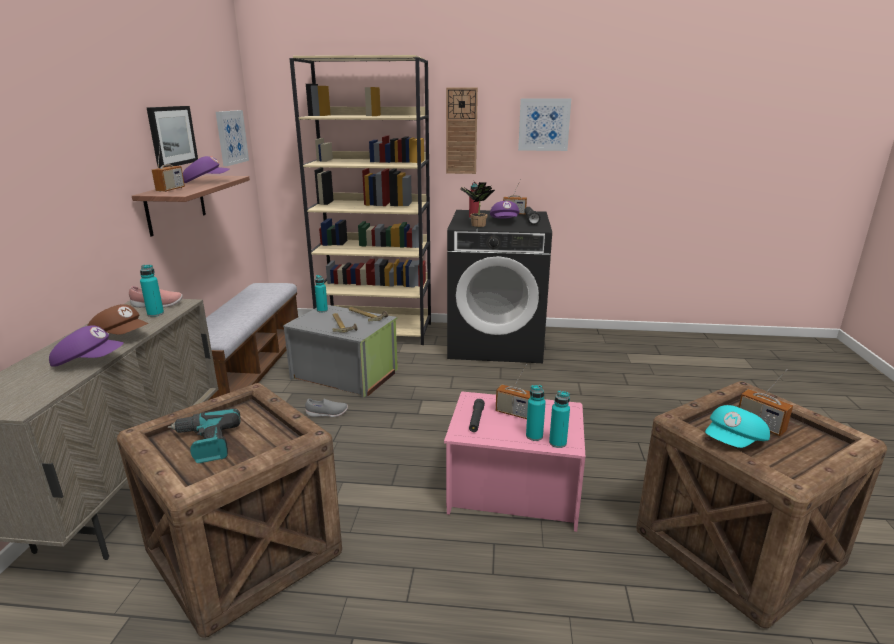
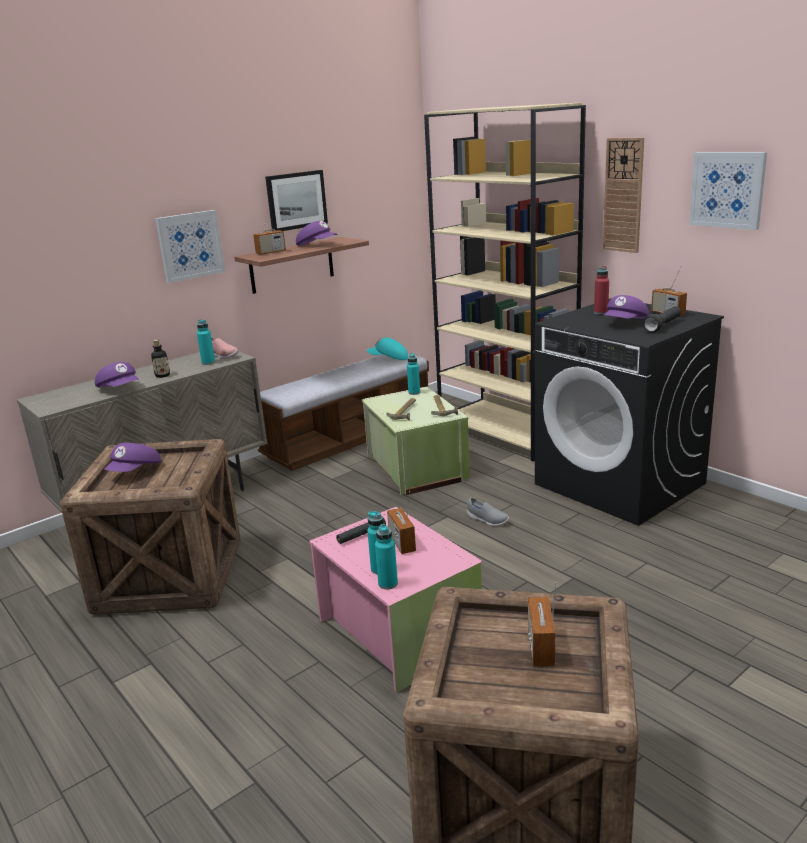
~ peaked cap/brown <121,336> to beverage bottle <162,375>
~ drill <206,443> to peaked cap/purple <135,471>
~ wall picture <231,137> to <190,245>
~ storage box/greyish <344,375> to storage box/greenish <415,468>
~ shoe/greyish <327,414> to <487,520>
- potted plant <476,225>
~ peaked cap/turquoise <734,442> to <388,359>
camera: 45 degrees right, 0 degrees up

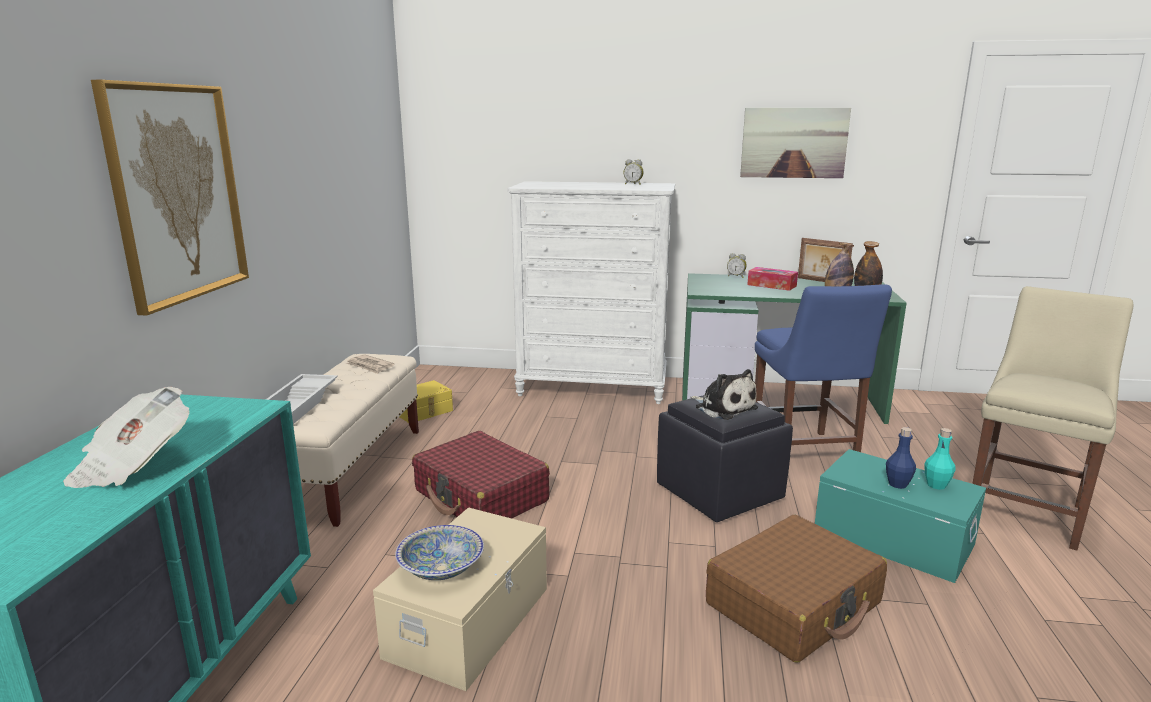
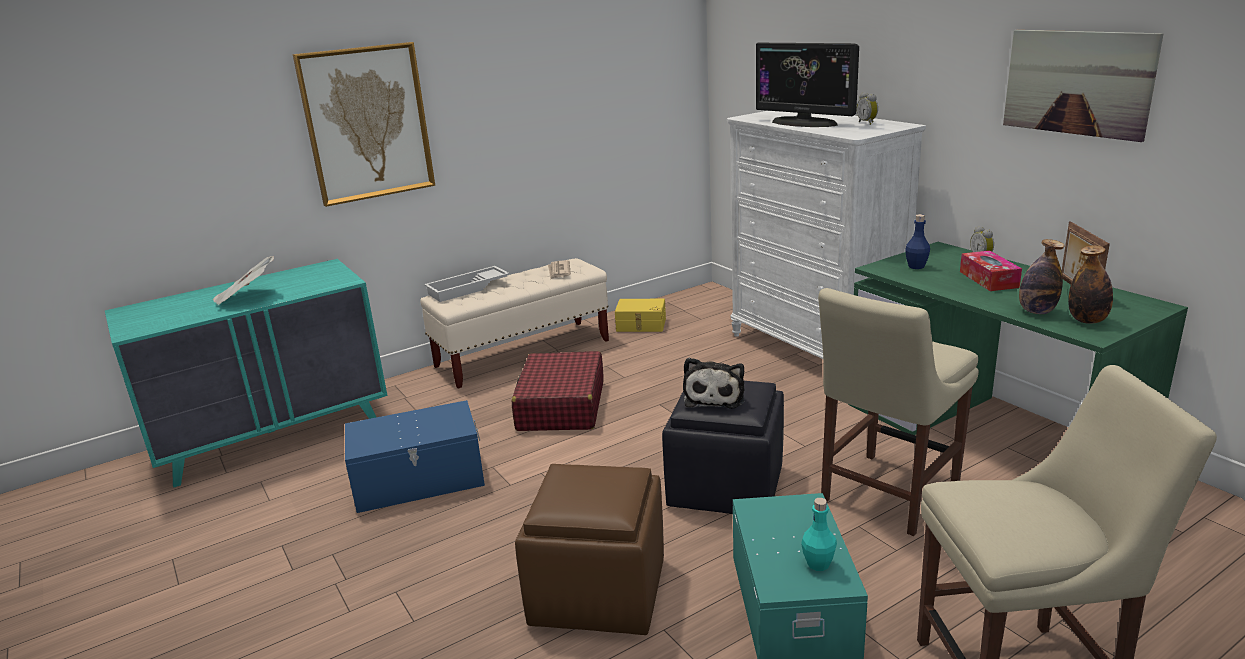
~ storage box/beige <471,621> to storage box/blue <419,480>
- serving bowl <441,568>
~ suitcase/brown <794,604> to footrest/brown <600,591>
~ plain chair/blue <804,454> to plain chair/beige <885,495>
~ beverage bottle/blue <897,484> to <916,266>
+ computer screen <804,123>
camera: 50 degrees right, 5 degrees up

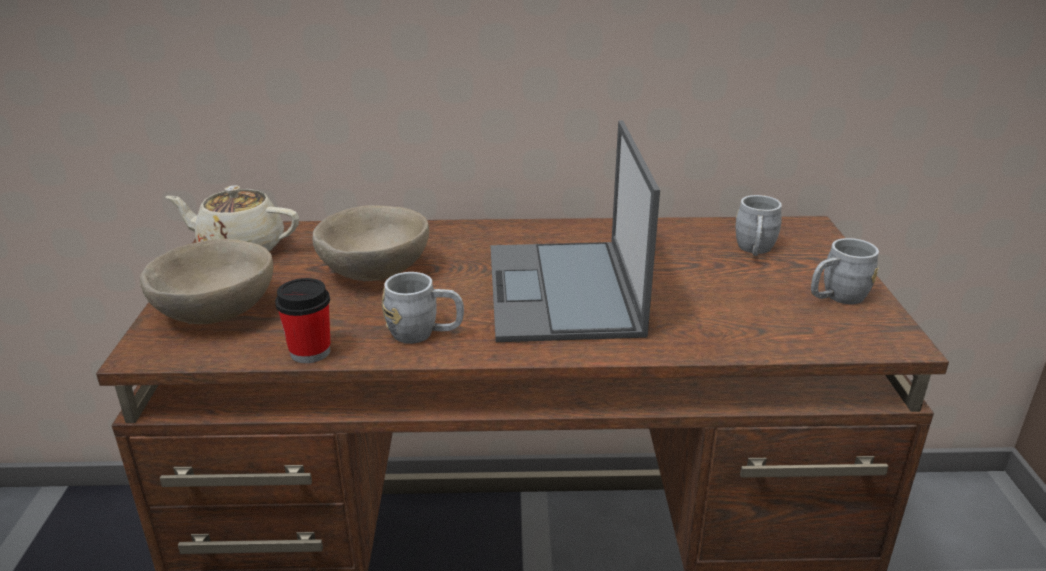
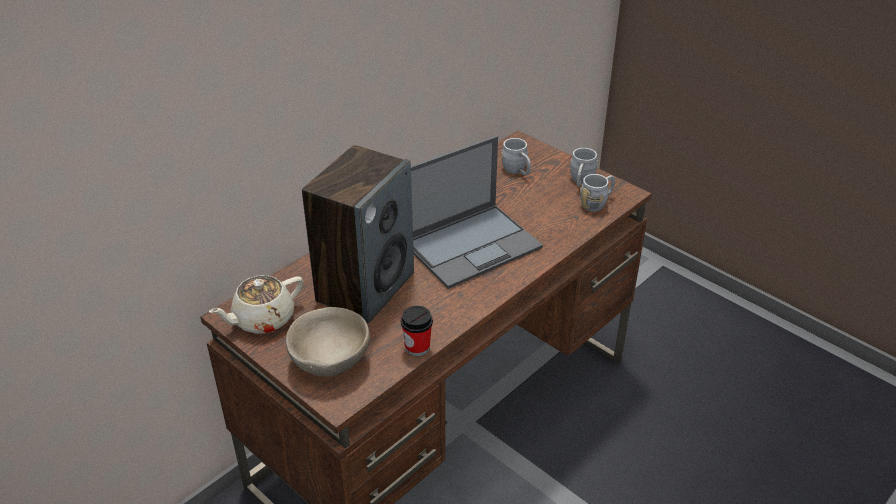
~ serving bowl/beige <375,271> to loudspeaker <365,287>
~ mug/greyish <424,334> to <597,203>
~ notebook computer <563,291> = <472,244> 75 degrees counterclockwise
camera: 45 degrees left, 10 degrees up

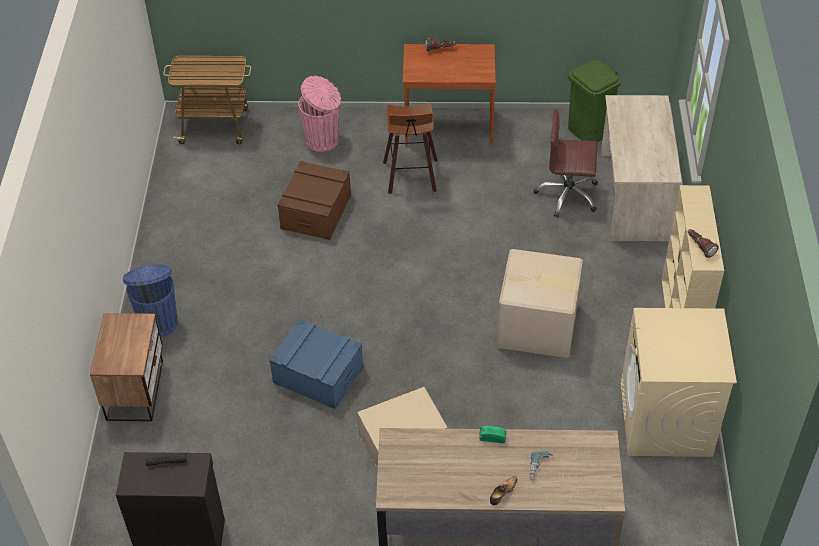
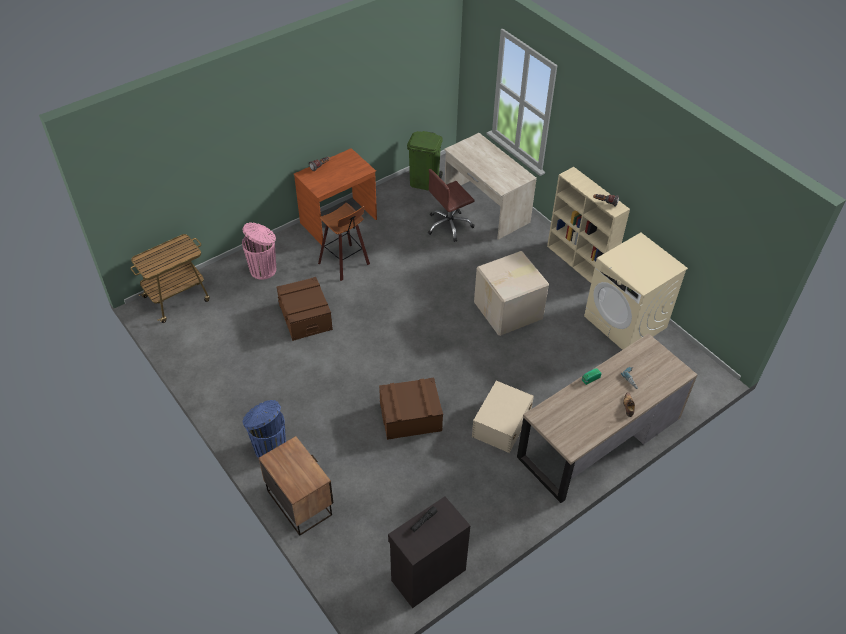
~ storage box/blue <318,375> to storage box/brown <410,417>
camera: 40 degrees left, 0 degrees up

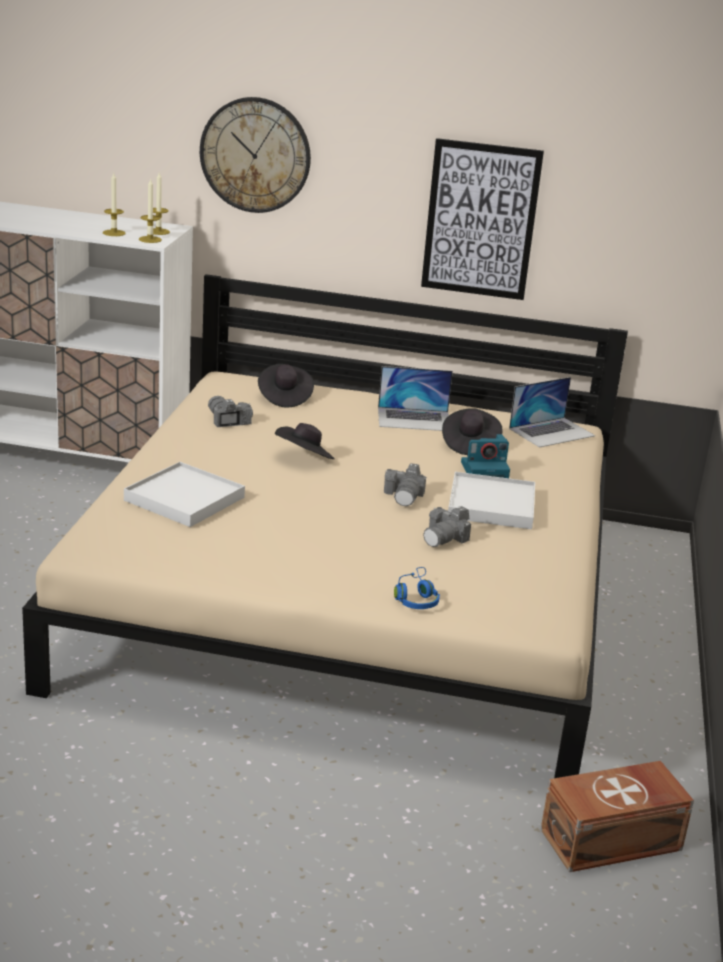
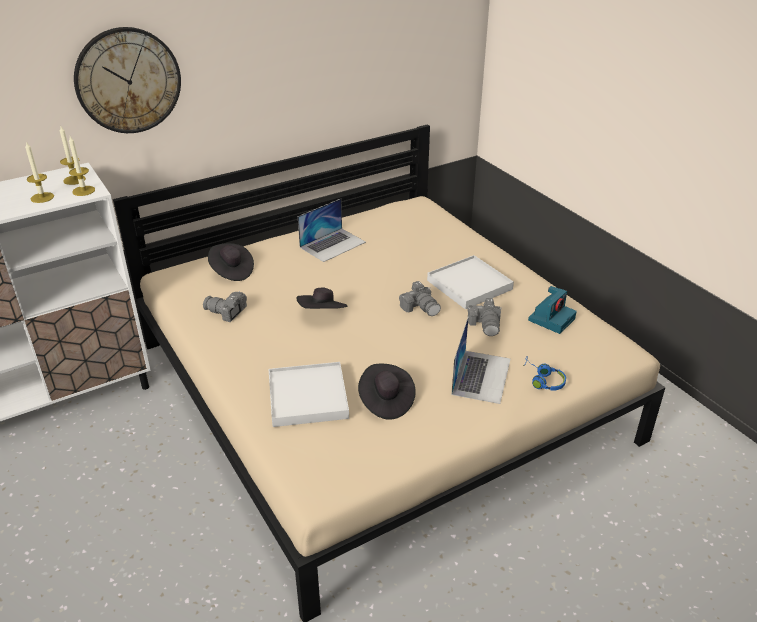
- wall picture <480,220>
~ hat/blackish <469,444> to <385,401>
~ photo camera <485,470> to <551,319>
~ notebook computer <552,432> to <481,376>
- storage box/brown <613,840>
camera: 40 degrees left, 10 degrees up

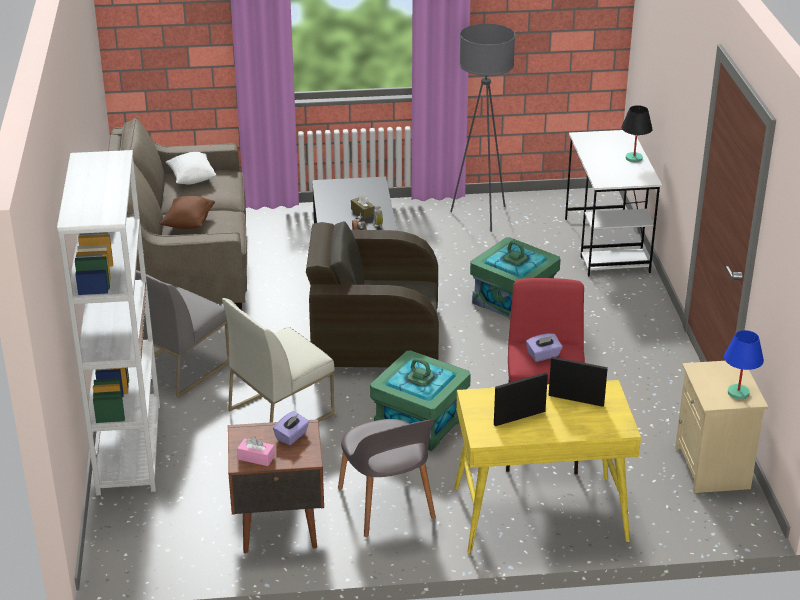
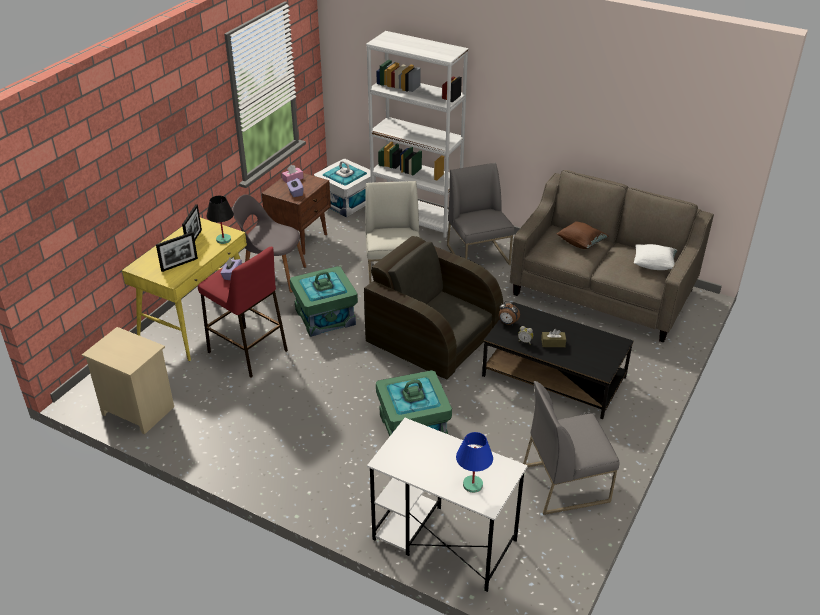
~ armchair/brown <375,338> = <433,338> 90 degrees counterclockwise
~ standard lamp/greyish <481,216> to plain chair/greyish <566,483>
~ lamp for a table/blackish <633,158> to <224,239>
~ lamp for a table/blue <738,393> to <472,485>
+ storage box/whitish <346,202>
camera: 125 degrees right, 5 degrees up

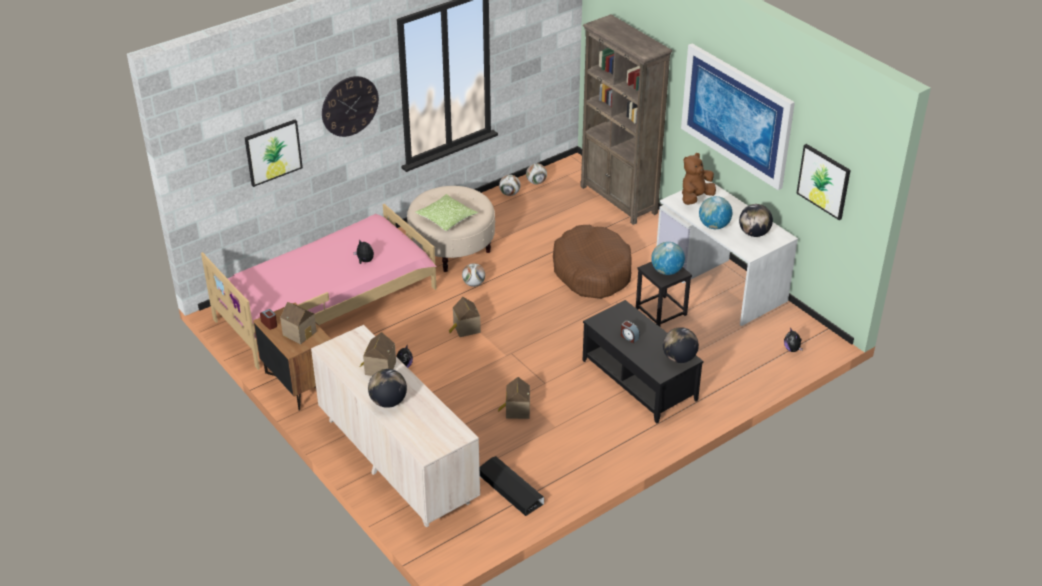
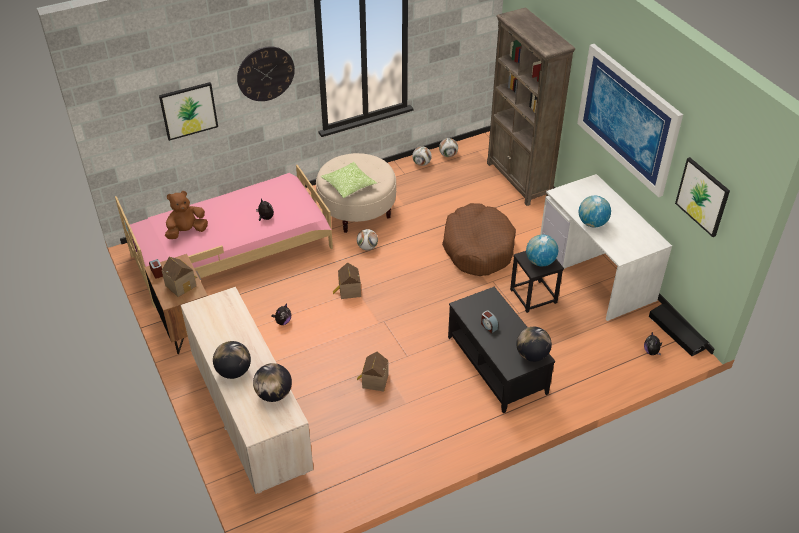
- model house <378,368>
~ storage box/blackish <510,489> to <677,332>
~ soft toy/brown <695,198> to <186,231>
~ world globe <754,233> to <274,394>
camera: 10 degrees right, 5 degrees up

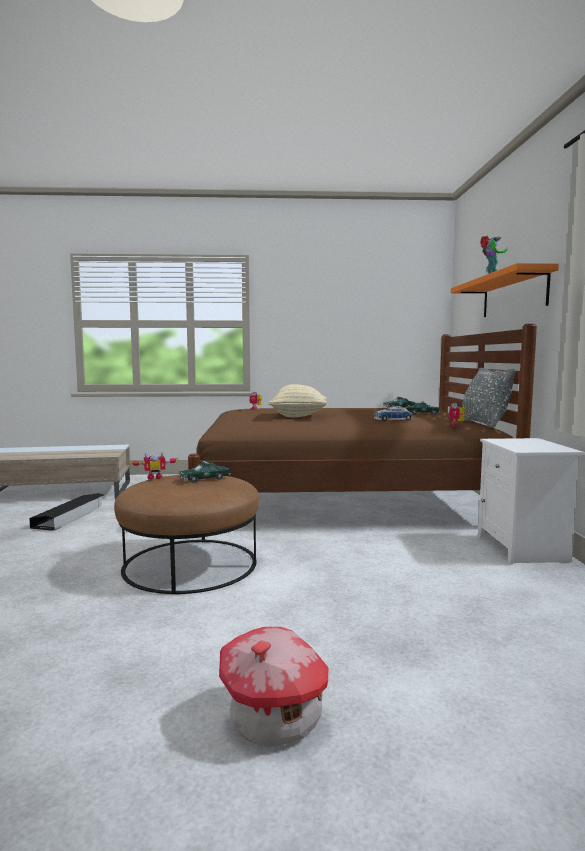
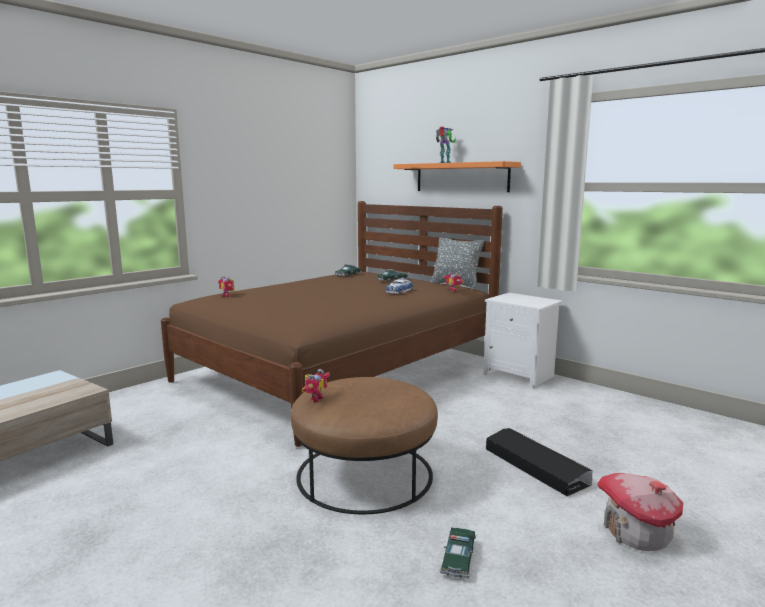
~ storage box/blackish <70,516> to <535,466>
~ miniature car <204,479> to <458,558>
- cushion/beige <298,416>
camera: 45 degrees left, 5 degrees up

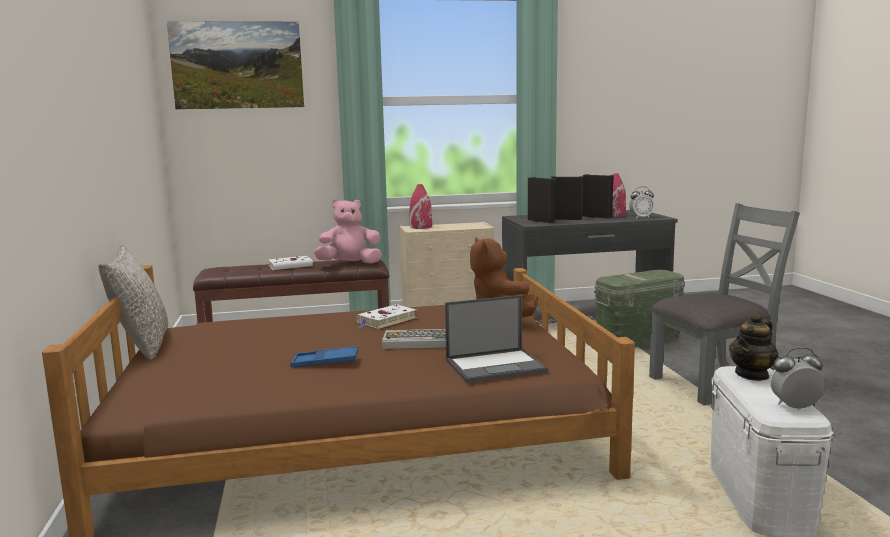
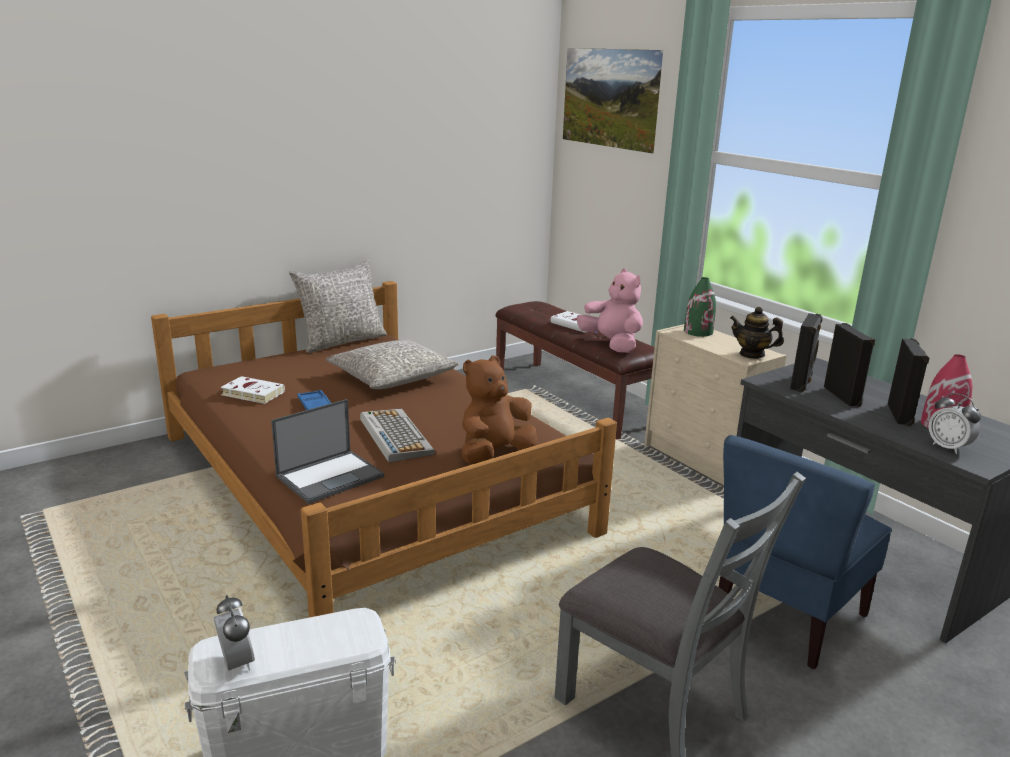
~ book/whitish <386,321> to <251,393>
~ vase/red-coloured <421,227> to vase/greenish <698,332>
~ notebook computer <496,366> = <331,476> 90 degrees counterclockwise
~ storage box/greenish <637,340> to plain chair/blue <787,616>
~ pot for tea <752,375> to <752,354>
+ cushion/greyish <392,377>
camera: 65 degrees right, 10 degrees up

